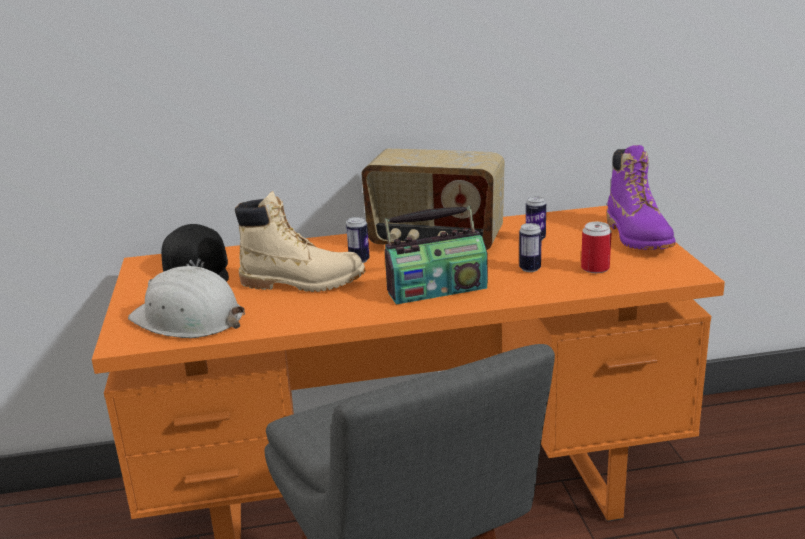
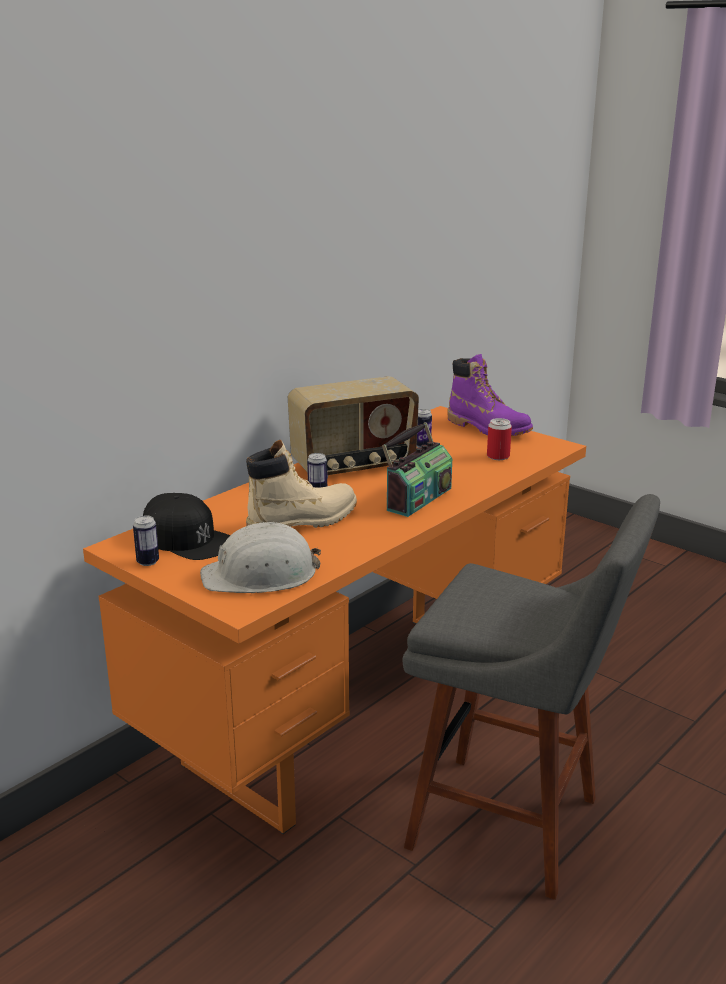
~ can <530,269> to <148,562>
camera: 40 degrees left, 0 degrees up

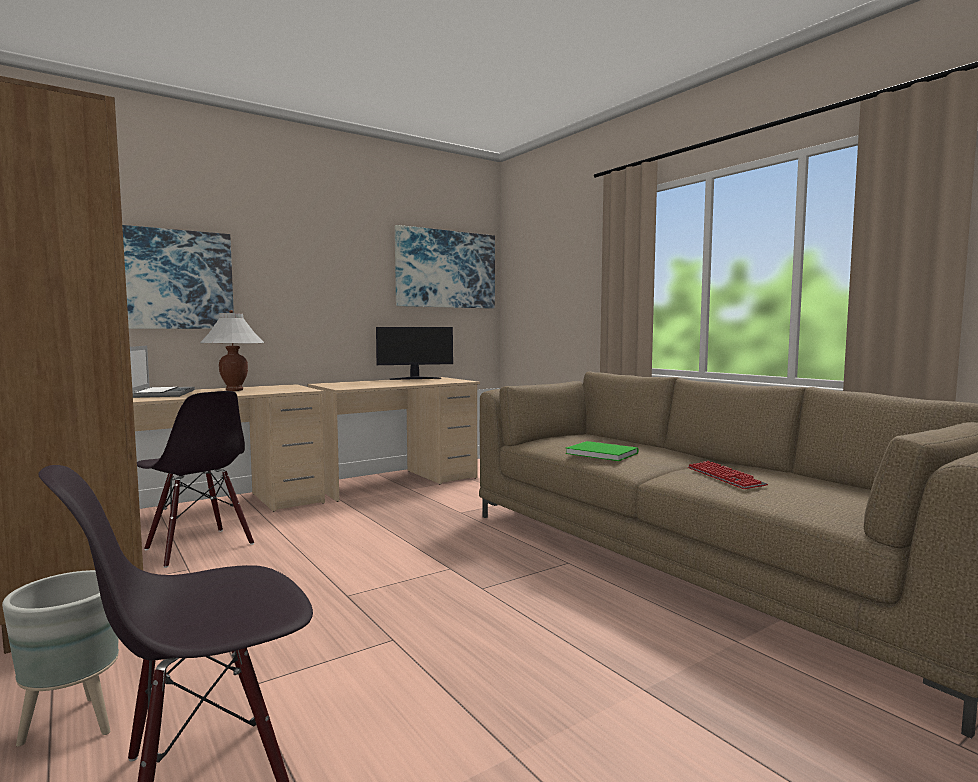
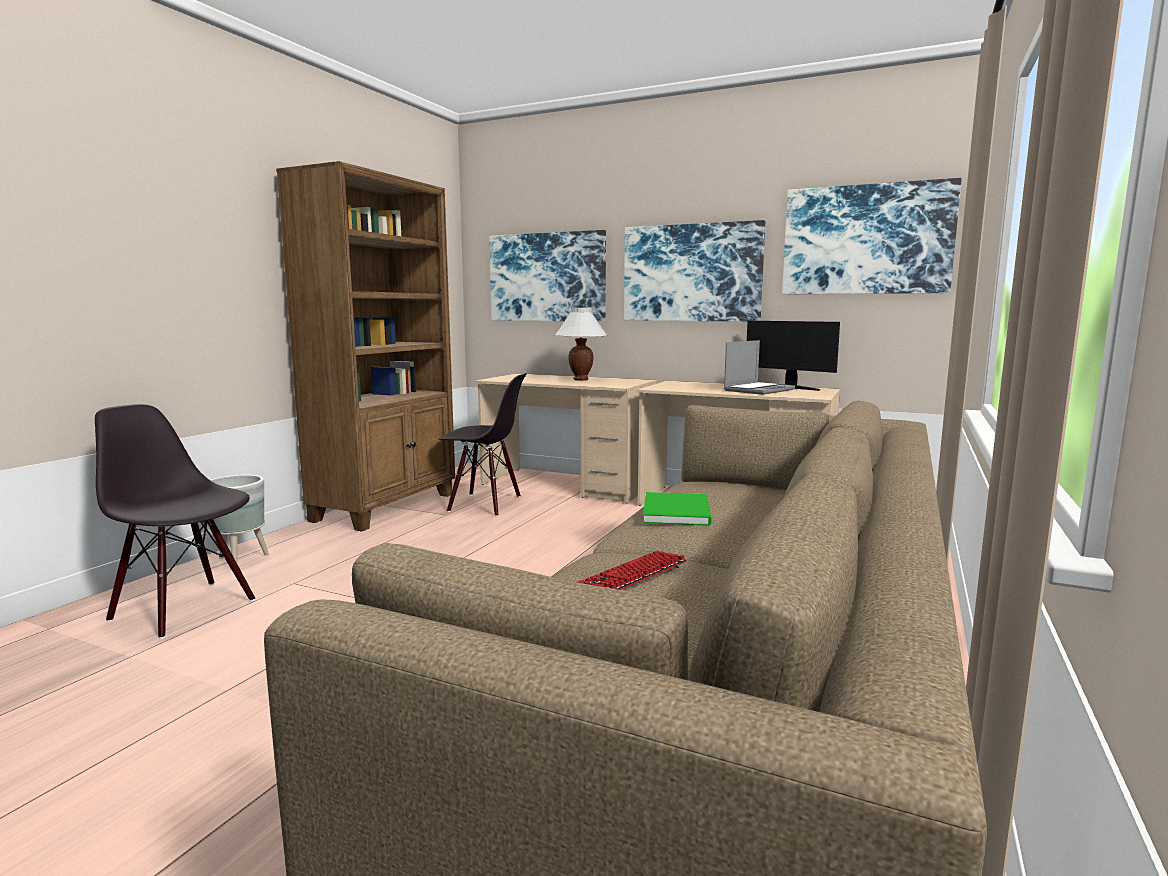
~ notebook computer <162,394> to <758,390>
~ plain chair/blackish <198,547> = <484,504> 90 degrees counterclockwise
+ wall picture <691,273>
camera: 60 degrees right, 5 degrees up

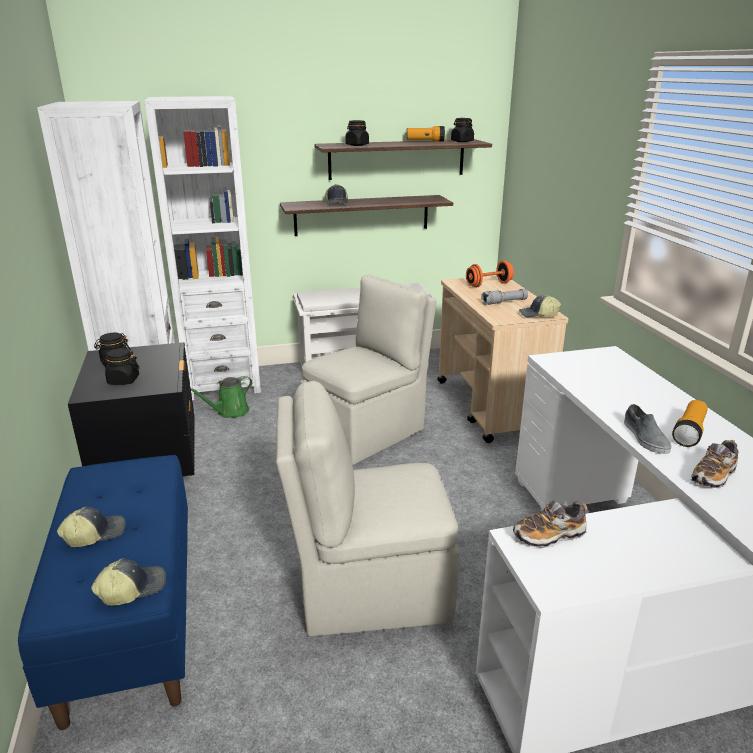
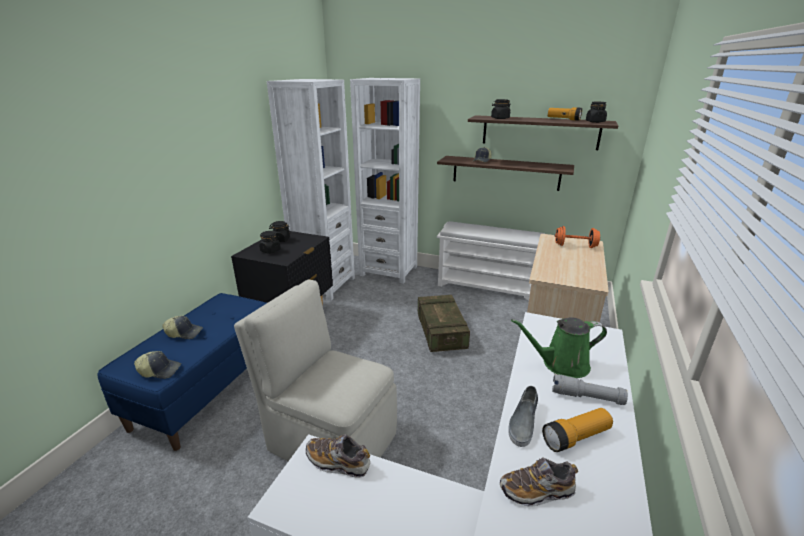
~ sprinkling can/greenish <230,412> to <561,364>
~ plain chair/beige <367,431> to packing crate <441,332>
~ flashlight/greyish <504,302> to <587,397>
- peaked cap <538,315>
camera: 35 degrees right, 0 degrees up

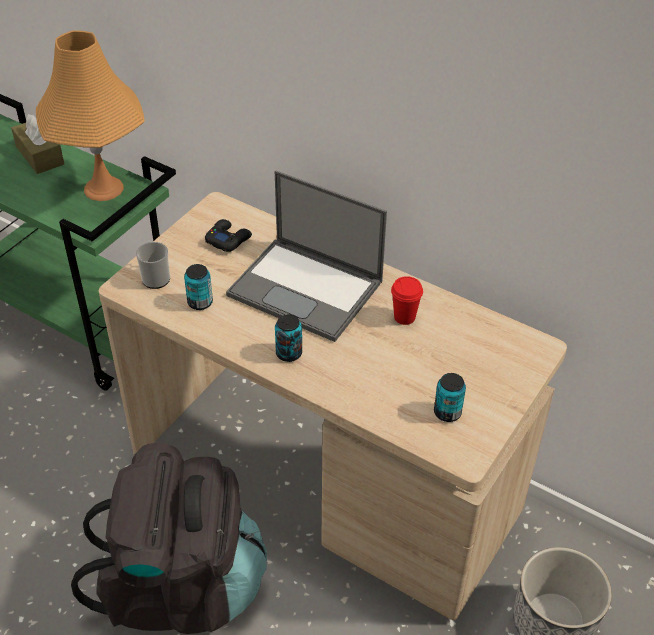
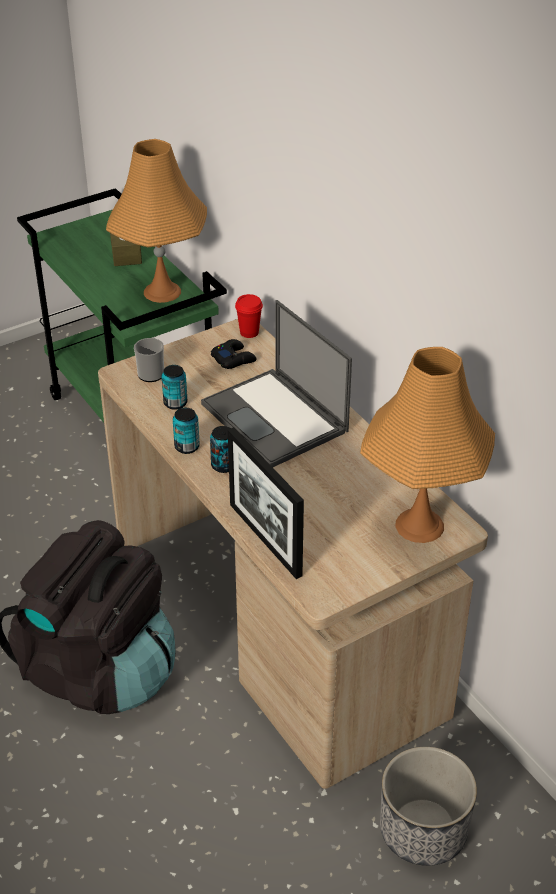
~ cup/red-coloured <404,317> to <249,332>
~ can <447,412> to <187,447>
+ picture frame <265,539>
+ lamp for a table/orangey <420,525>
camera: 25 degrees right, 5 degrees down

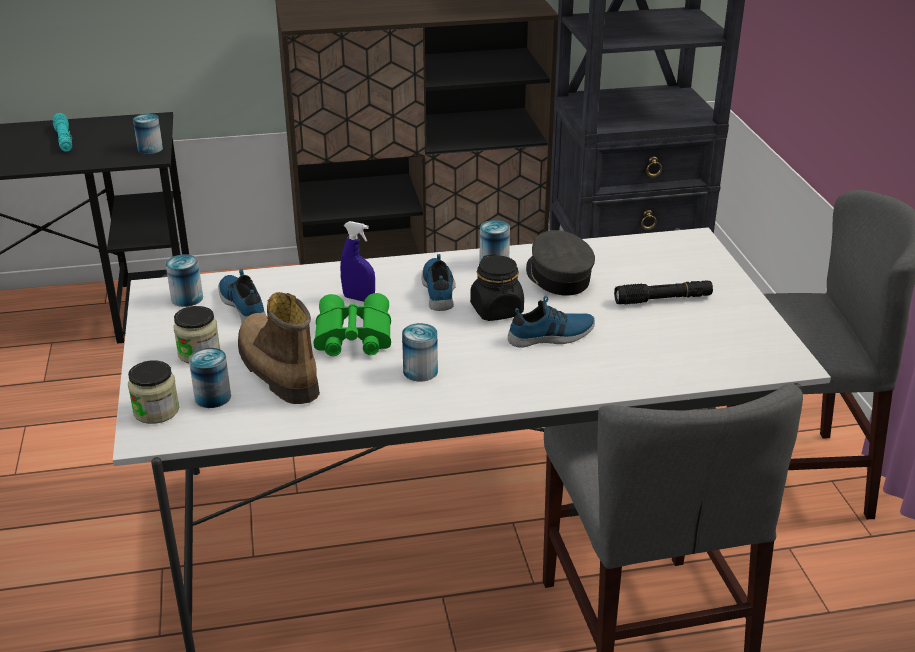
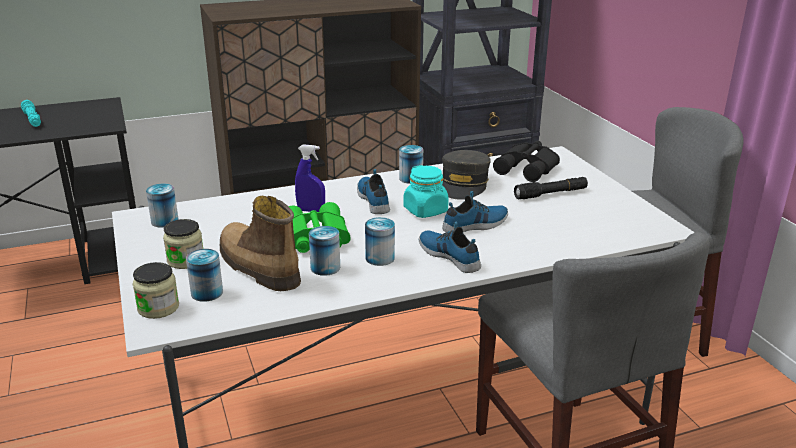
~ can <150,149> to <325,267>
~ shoe <244,305> to <450,255>
~ preserve jar/blackish <497,310> to preserve jar/turquoise <425,210>
~ peaked cap/greyish <557,277> = <464,184> 135 degrees counterclockwise
+ field glasses/blackish <528,168>
camera: 10 degrees left, 5 degrees down

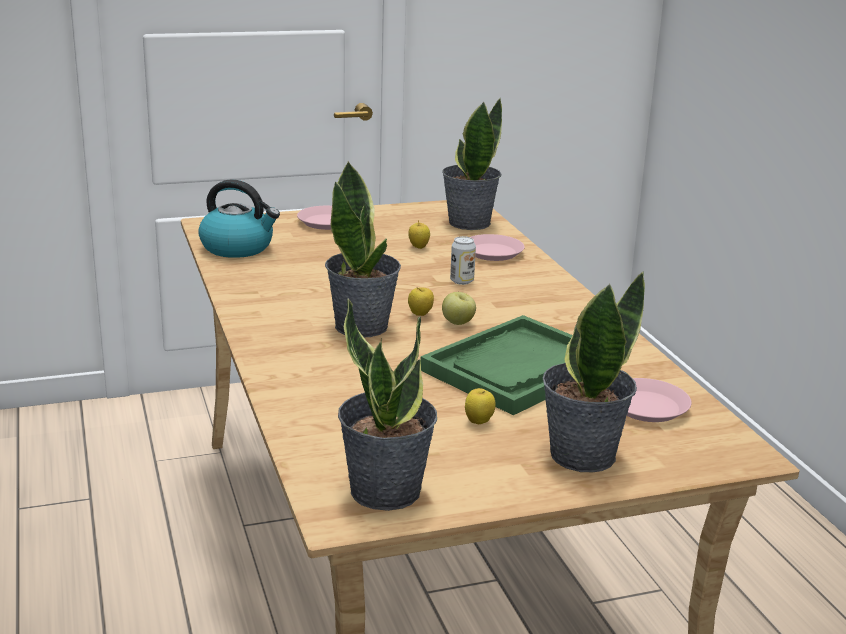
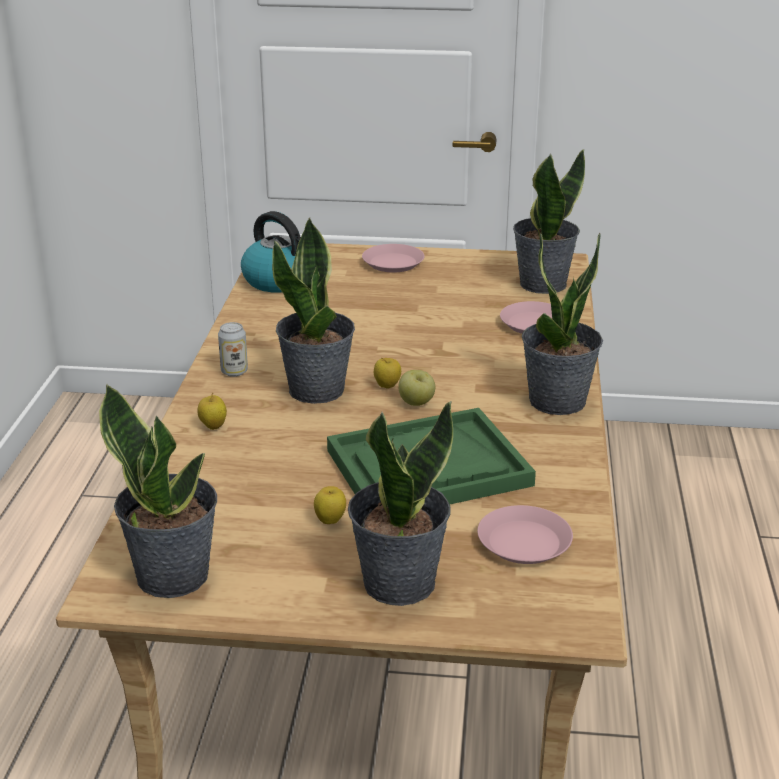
~ apple fruit <418,247> to <213,426>
~ can <462,281> to <234,372>
+ potted plant <557,401>
camera: 25 degrees right, 5 degrees up

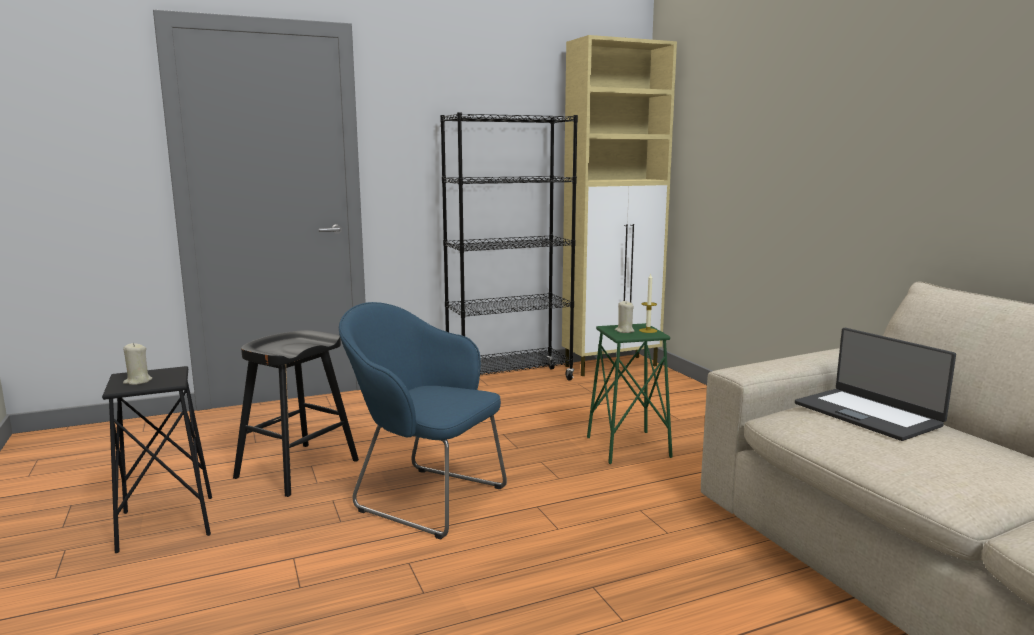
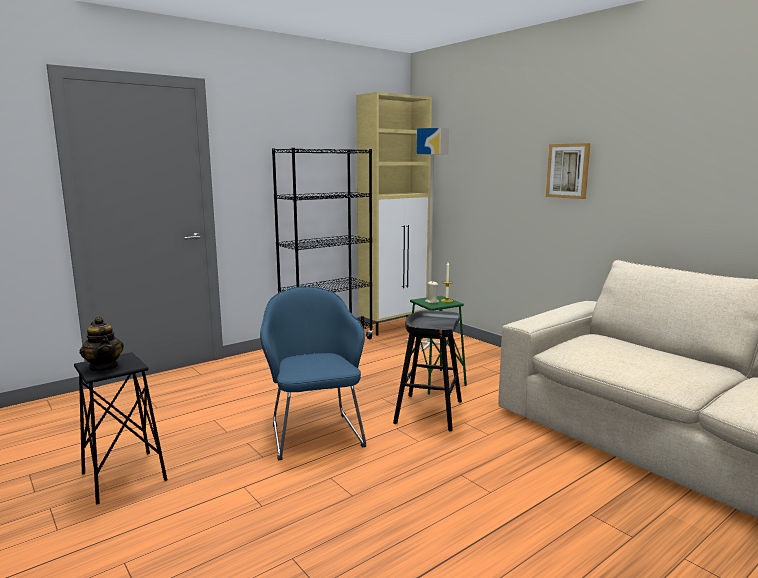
~ wax light/beige <137,381> to pot for tea <104,367>
~ stool/blackish <297,469> to <428,412>
~ armchair/blue <424,498> = <315,432> 60 degrees clockwise
- notebook computer <868,414>
+ standard lamp/greyish <429,343>
+ wall picture <568,171>
camera: 15 degrees left, 0 degrees up

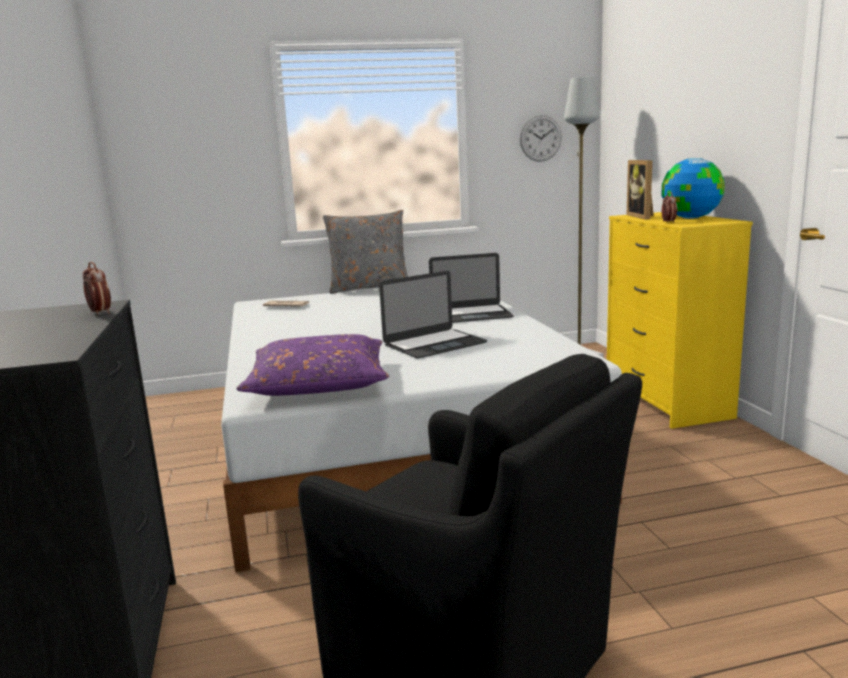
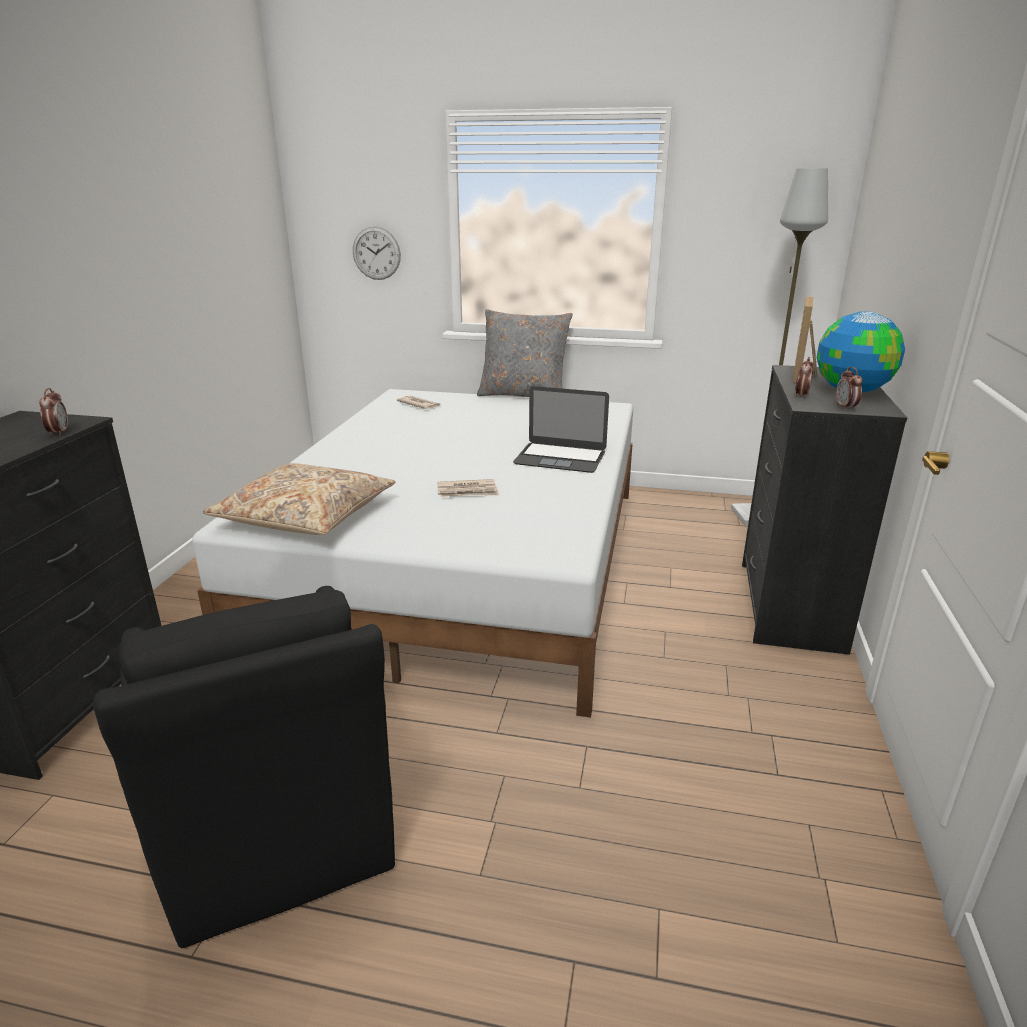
~ cushion/purple <318,383> to cushion/beige <306,515>
~ notebook computer <435,344> to newspaper <467,491>
~ hanging clock <540,138> to <376,253>
~ drawer chest/yellowish <665,402> to drawer chest/blackish <789,605>
+ bedside clock <845,408>
camera: 25 degrees right, 10 degrees up

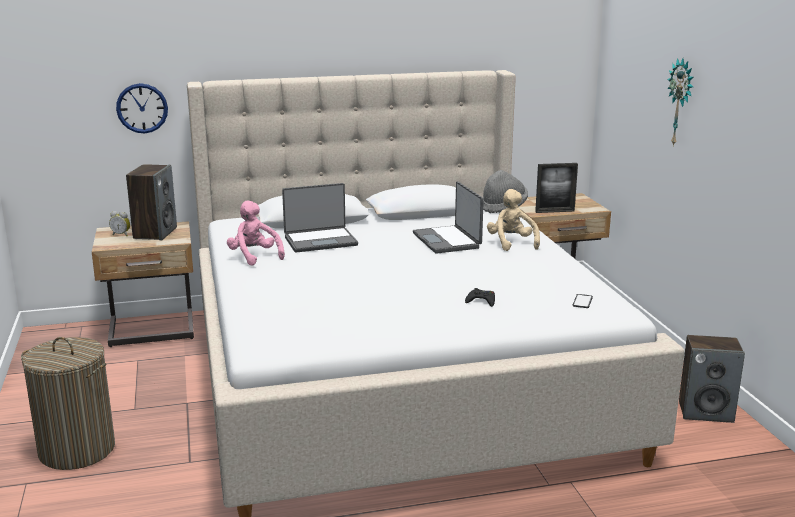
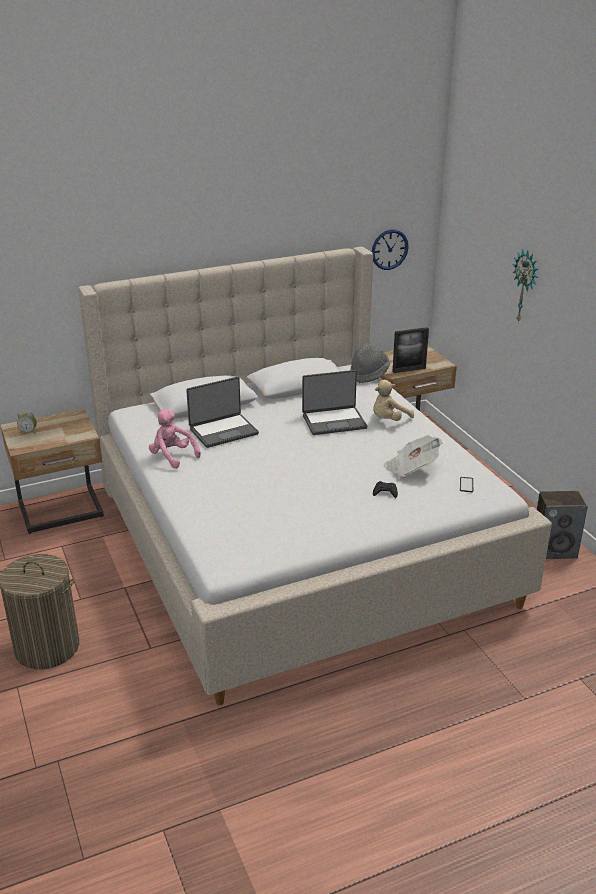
~ hanging clock <142,108> to <389,249>
- loudspeaker <155,233>
~ notebook computer <448,240> = <334,421> 75 degrees counterclockwise
~ soft toy/beige <511,243> = <389,420> 105 degrees counterclockwise
+ newspaper <411,468>
camera: 10 degrees left, 10 degrees up

